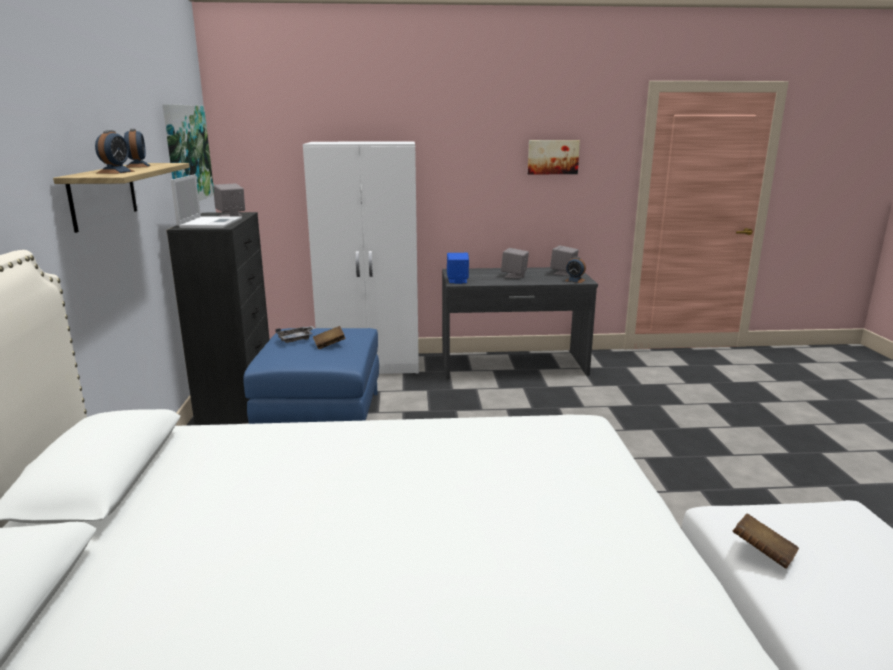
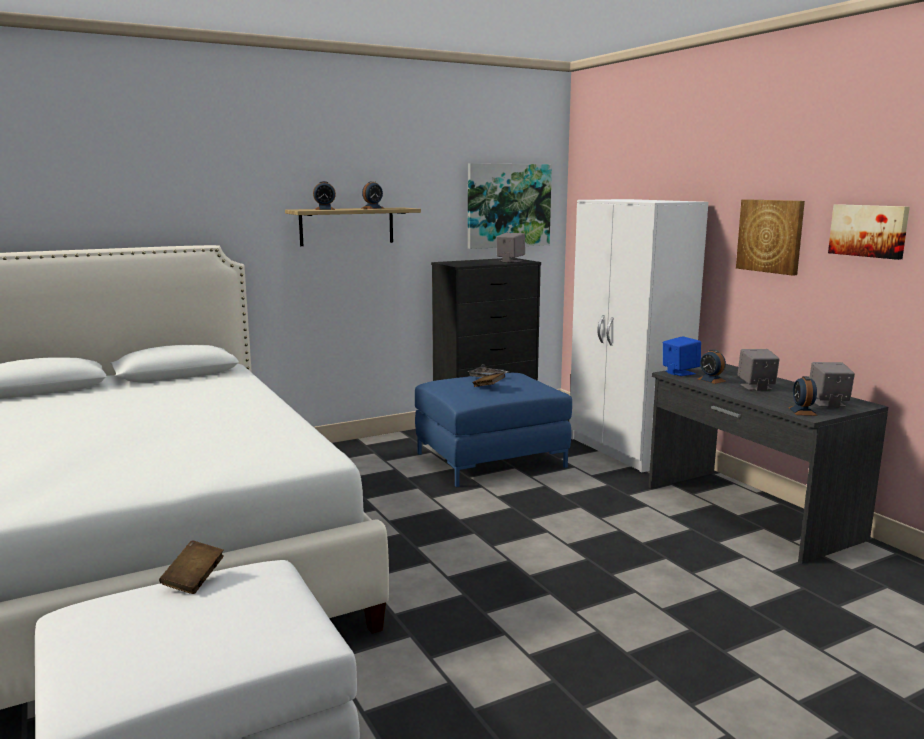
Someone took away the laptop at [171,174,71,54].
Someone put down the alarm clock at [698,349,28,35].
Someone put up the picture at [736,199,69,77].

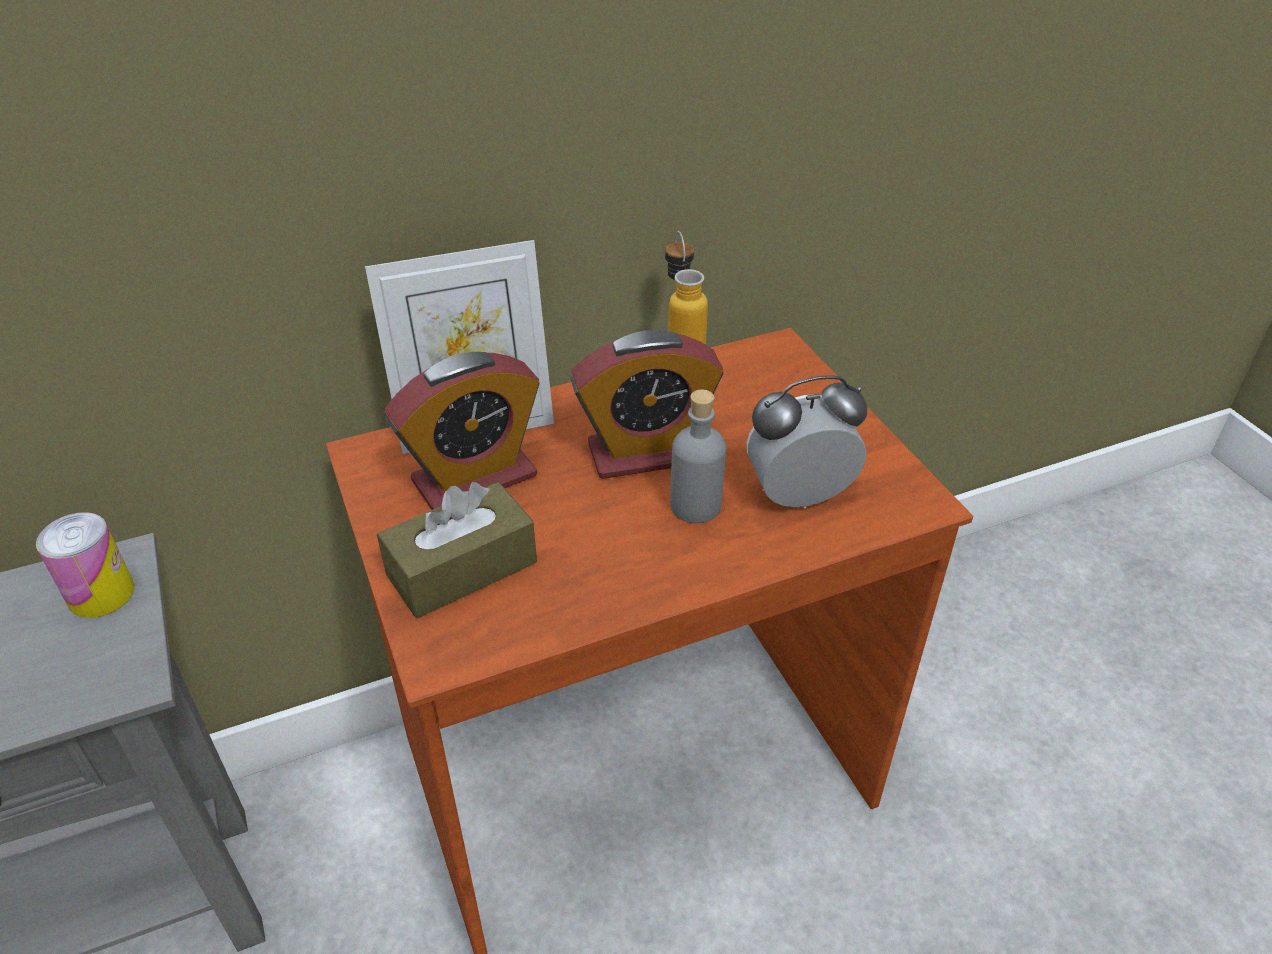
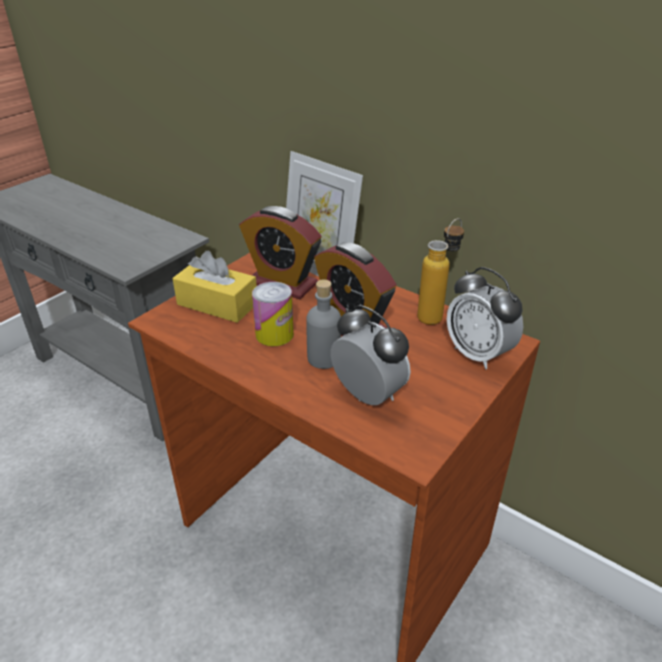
Someone put down the alarm clock at [447,267,76,102].
Someone carried the can from [36,512,98,106] to [252,282,42,64].
Someone repainted the brown tissue box at [377,482,160,136], which became the yellow tissue box at [172,251,85,72].

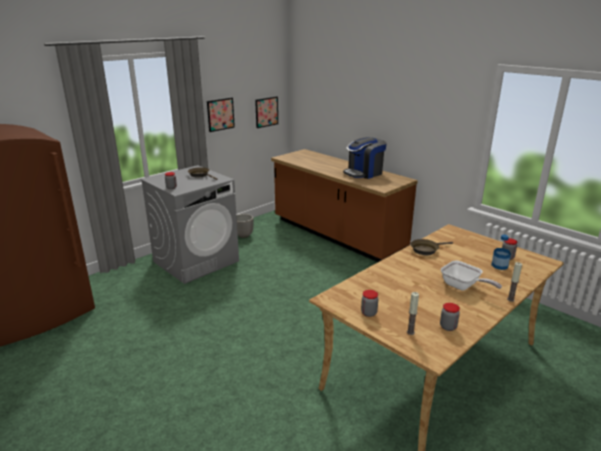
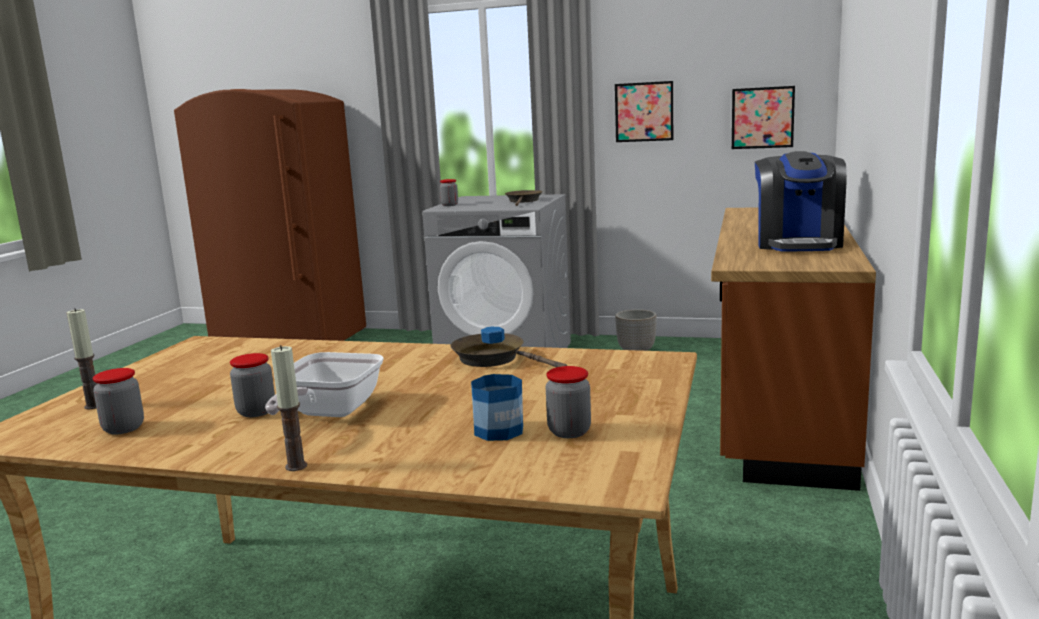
Someone carried the jar from [361,290,17,27] to [230,353,45,64].
Someone rotated the coffee machine at [343,137,44,42] by 105 degrees counterclockwise.

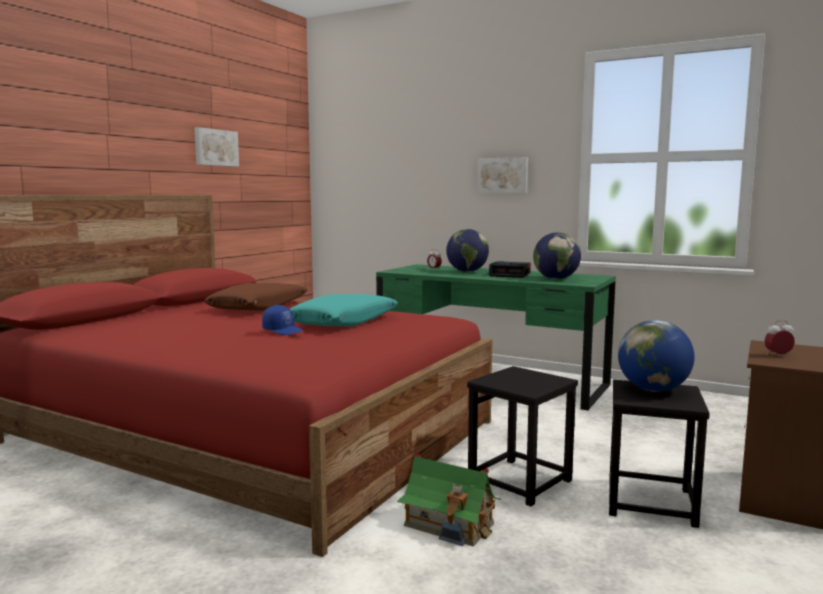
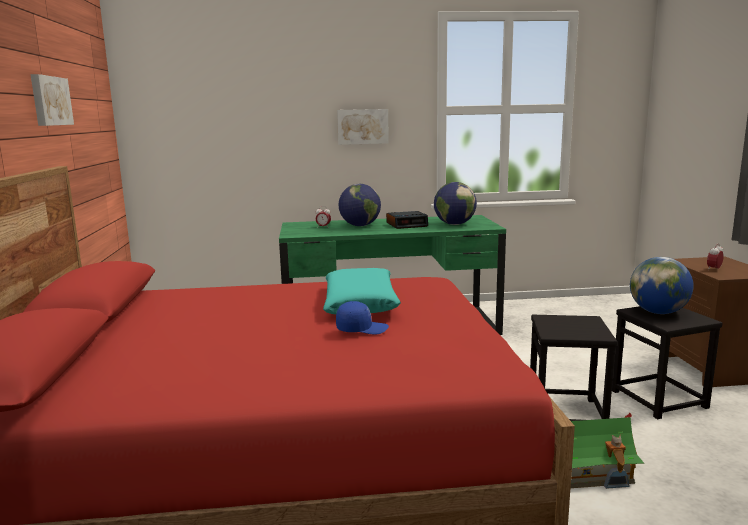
Someone took away the brown pillow at [204,283,103,28].

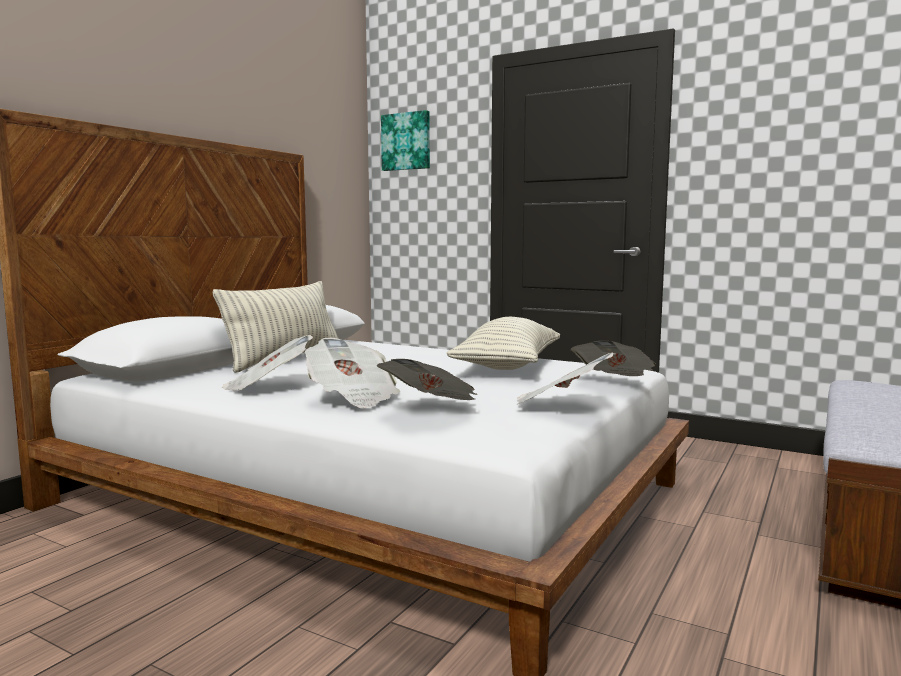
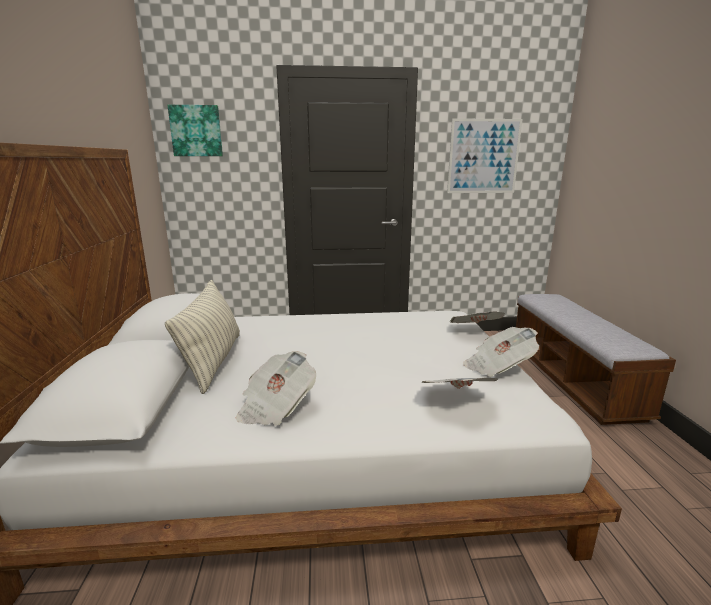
Someone took away the newspaper at [305,337,95,71].
Someone took away the pillow at [447,317,113,53].
Someone put up the picture at [447,118,75,75].

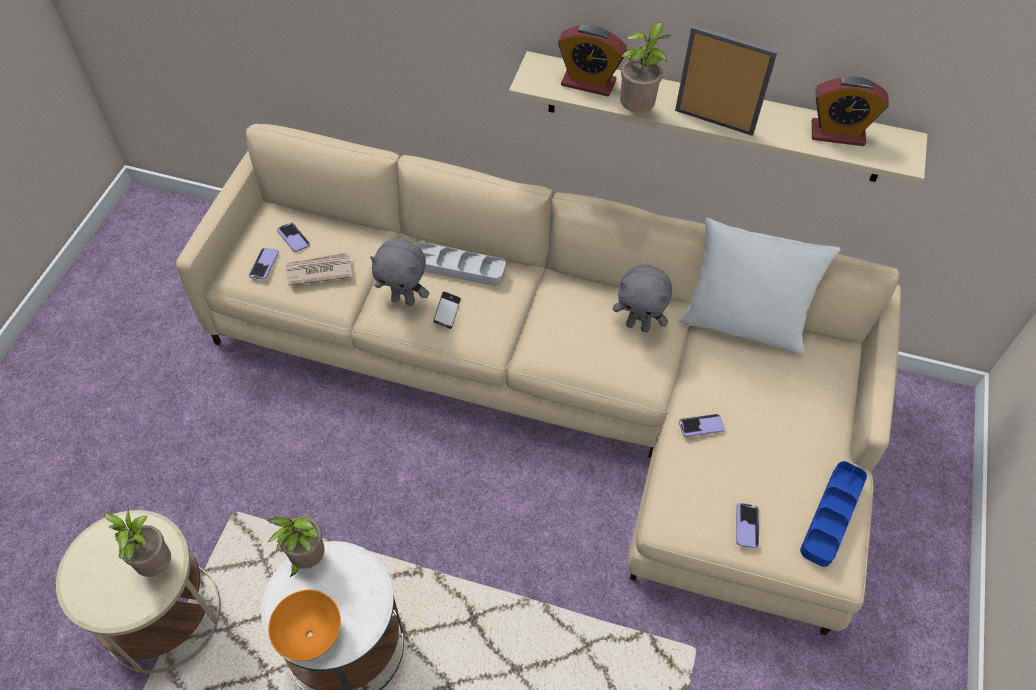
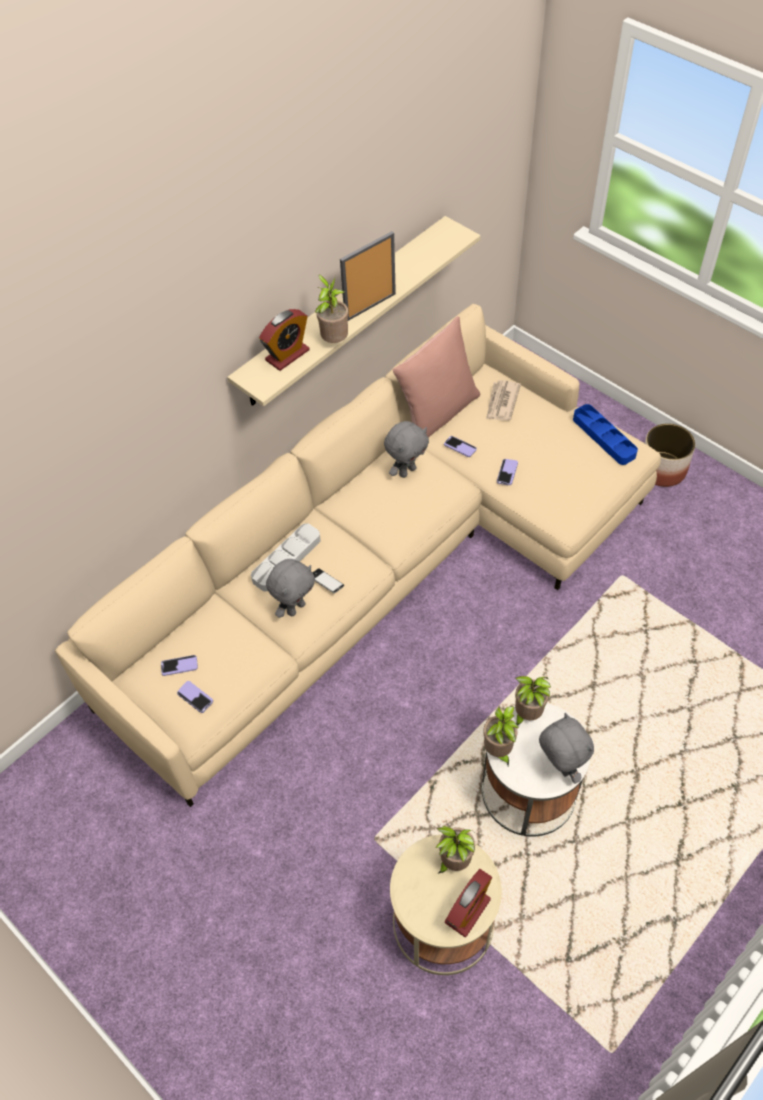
Someone put down the potted plant at [515,676,36,49].
Someone put down the planter at [645,423,50,64].
Someone carried the newspaper from [286,252,66,34] to [486,380,35,41].
Someone carried the phone from [736,503,23,45] to [444,436,33,21].
Someone carried the alarm clock from [812,77,77,69] to [445,869,47,68].
Someone swapped the orange bowl at [268,590,73,71] for the grey plush toy at [539,713,55,71].
Someone repainted the white pillow at [679,218,161,137], which became the pink pillow at [393,316,87,122].

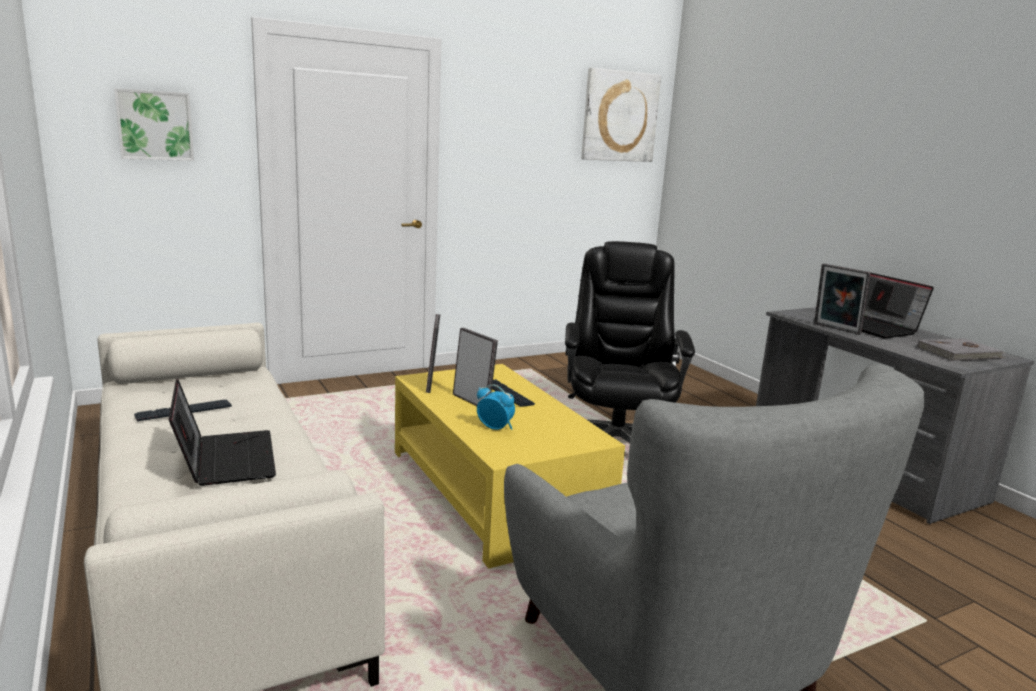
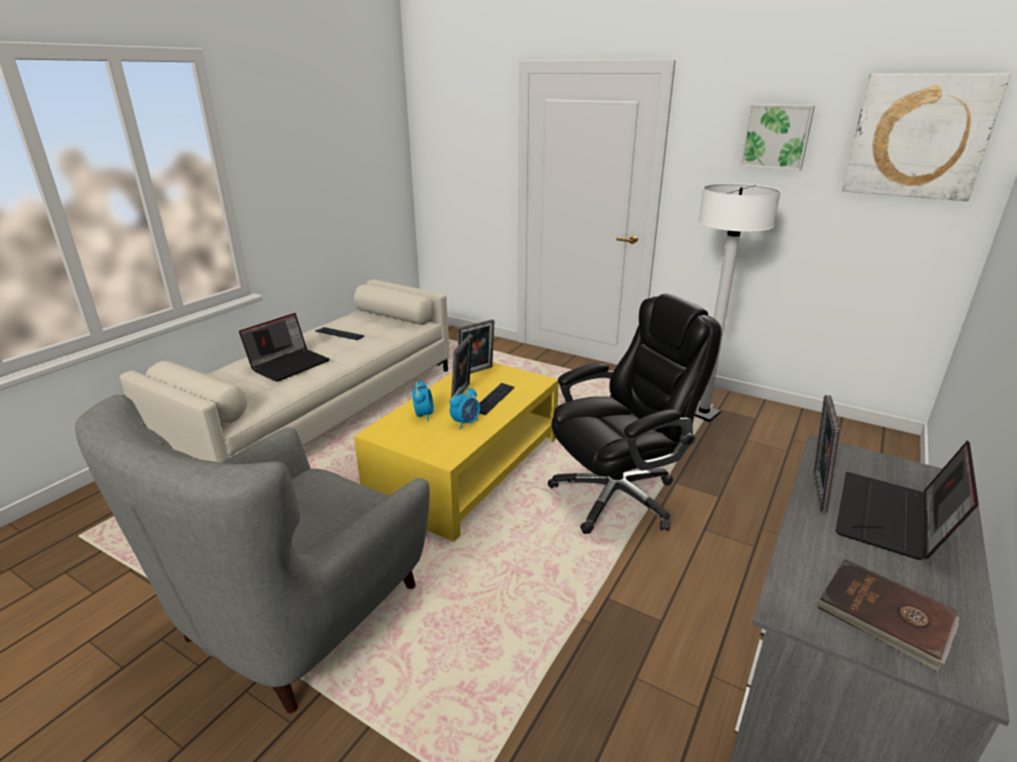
Someone put down the alarm clock at [450,387,30,42].
Someone put down the white floor lamp at [694,183,87,239].
Someone carried the picture from [114,88,80,73] to [739,104,76,67].
Someone repainted the grey book at [917,339,89,22], which became the brown book at [816,559,143,112].

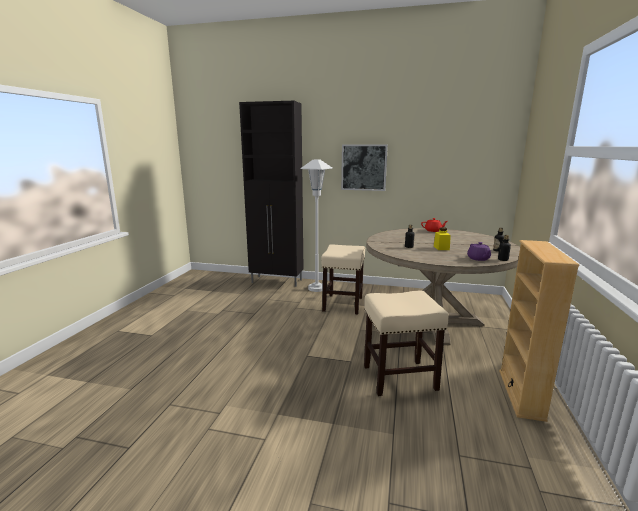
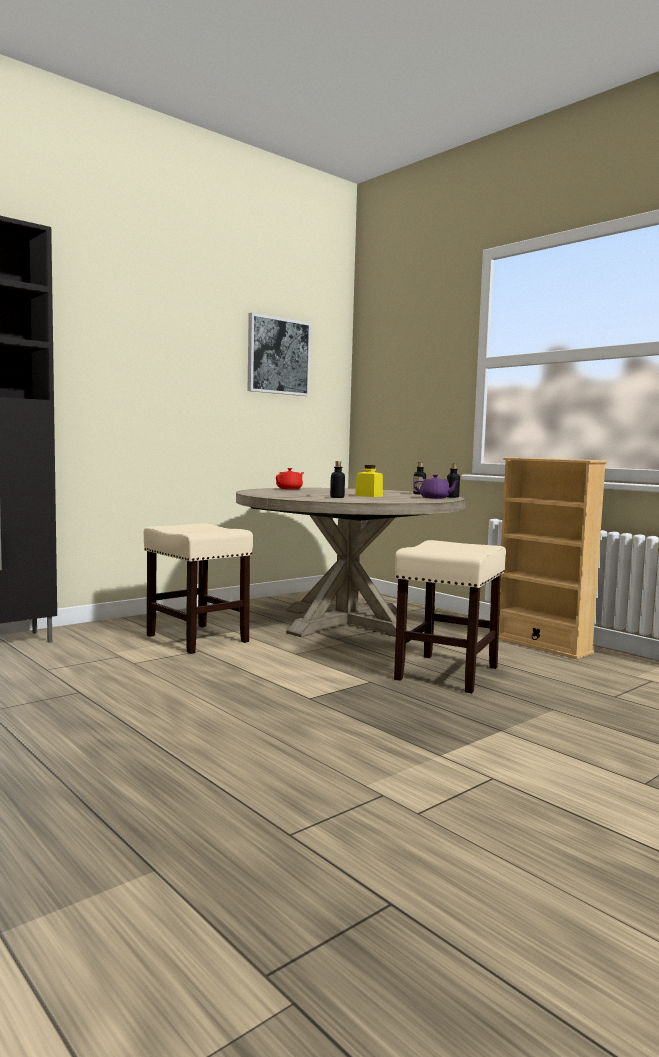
Someone took away the white floor lamp at [300,159,32,133].
Someone carried the picture from [341,144,47,47] to [248,313,63,83].

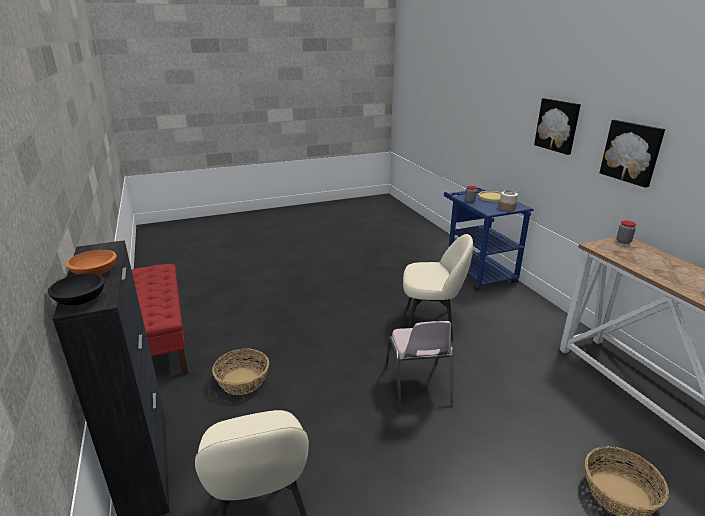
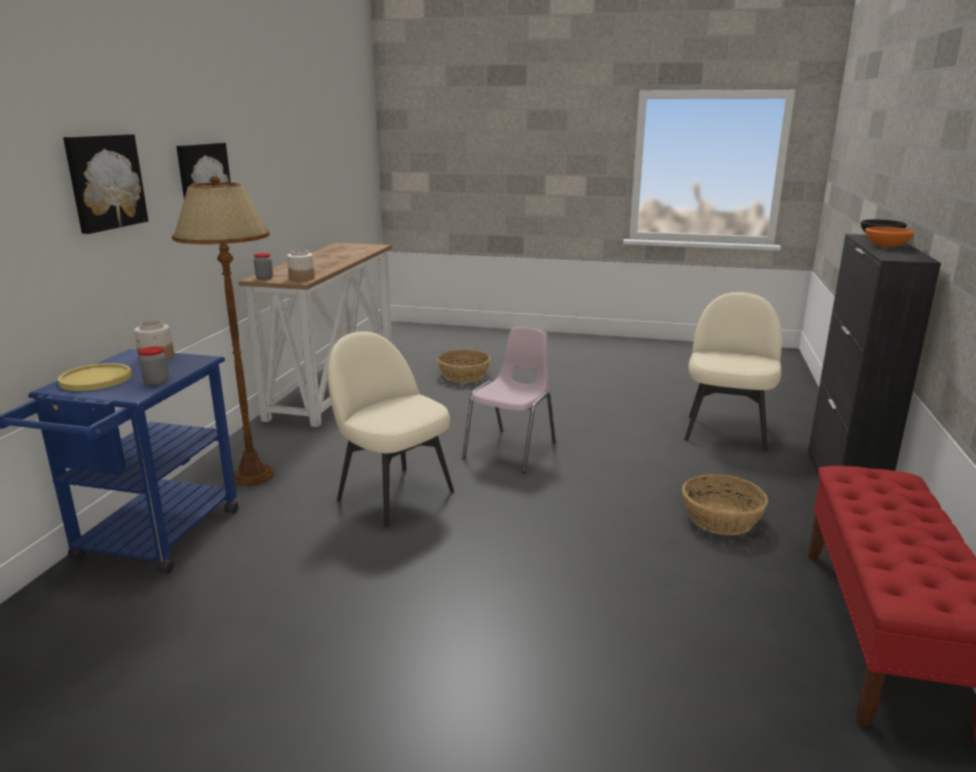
Someone put down the brown floor lamp at [172,176,102,310].
Someone put down the jar at [287,250,28,31].

